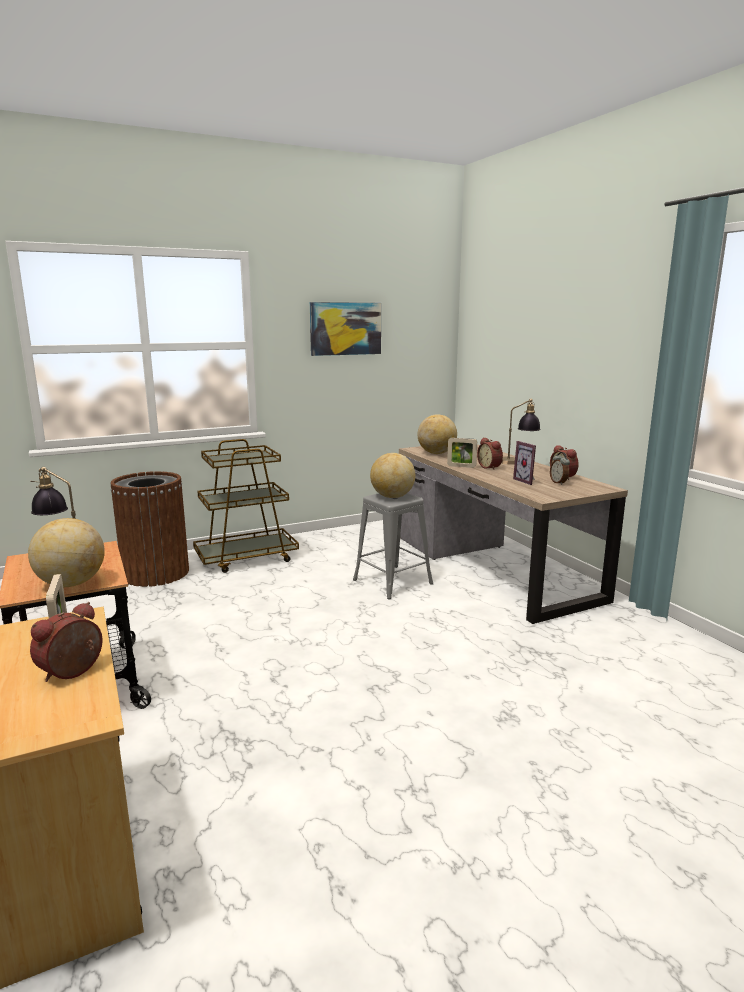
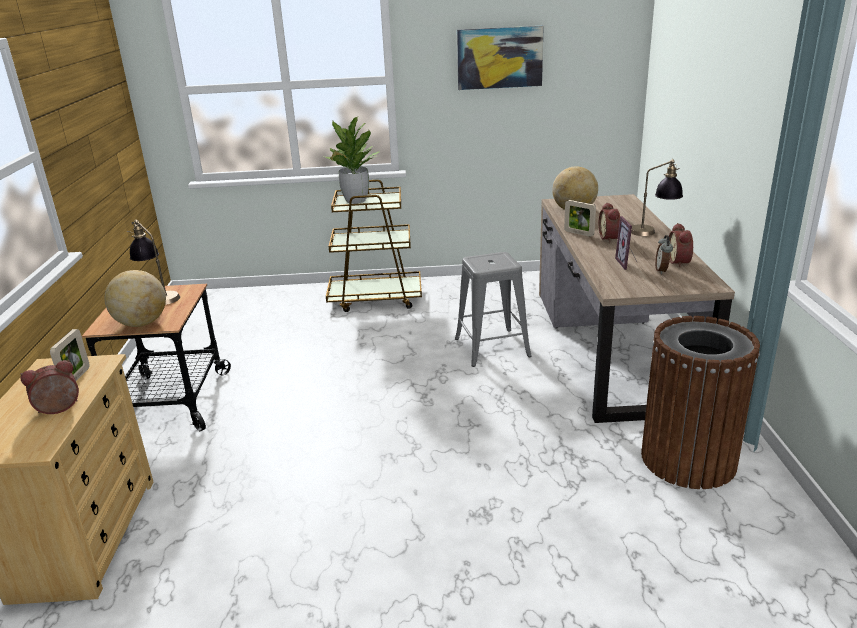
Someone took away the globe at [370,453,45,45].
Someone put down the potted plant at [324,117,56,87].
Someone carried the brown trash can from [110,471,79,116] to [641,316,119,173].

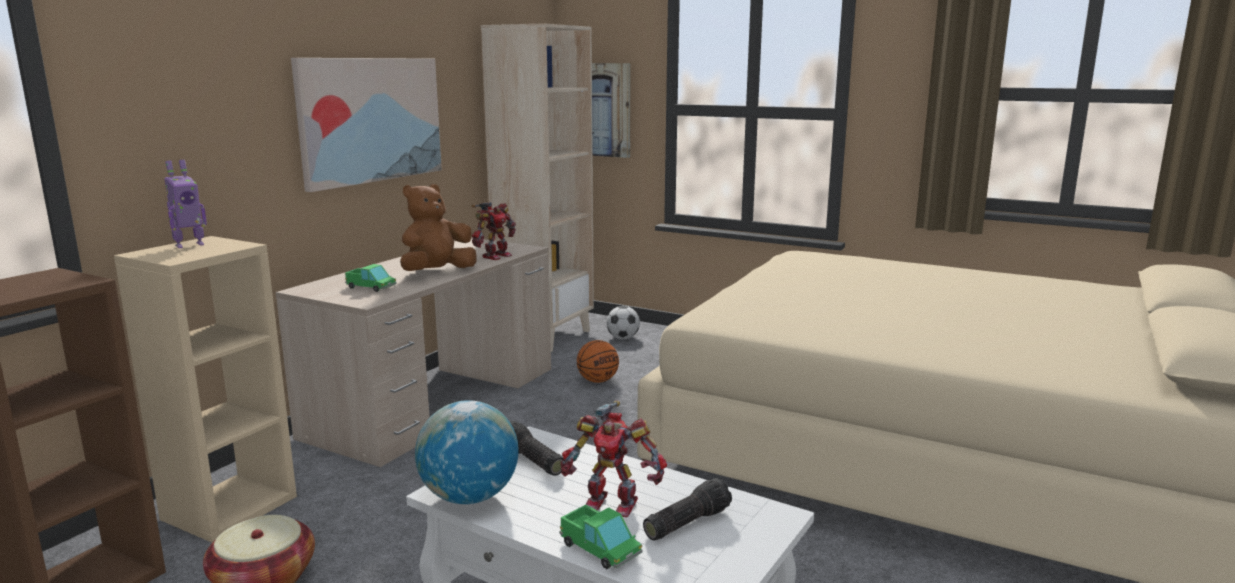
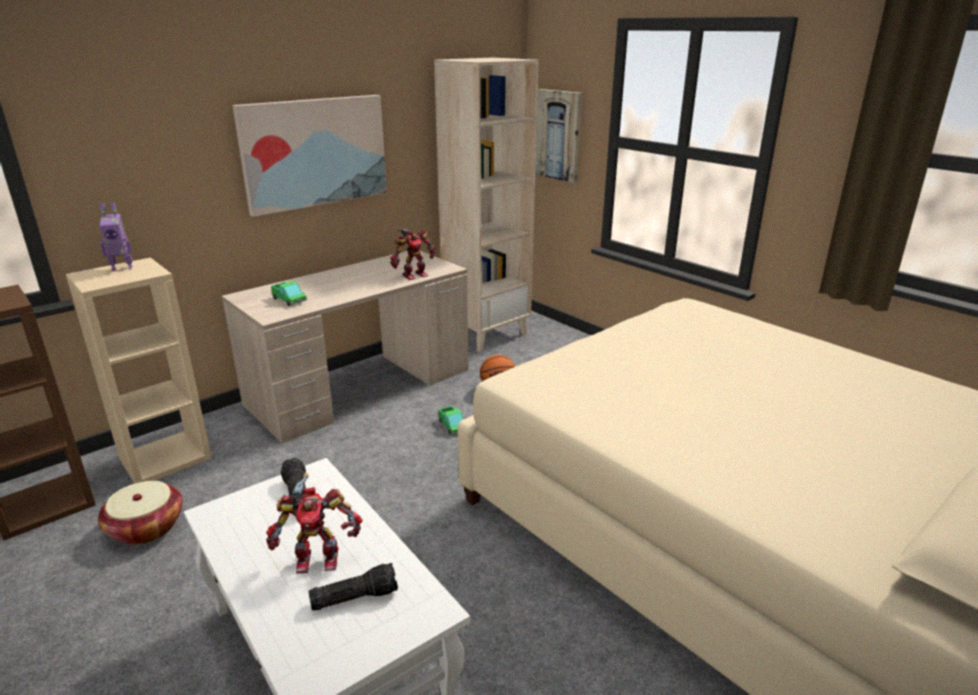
Someone took away the brown plush toy at [401,184,75,87].
Someone took away the globe at [415,400,104,104].
Someone took away the football at [606,306,34,33].
Someone carried the toy truck from [560,505,83,64] to [438,406,25,28].
Someone rotated the toy robot at [561,401,106,116] by 45 degrees counterclockwise.

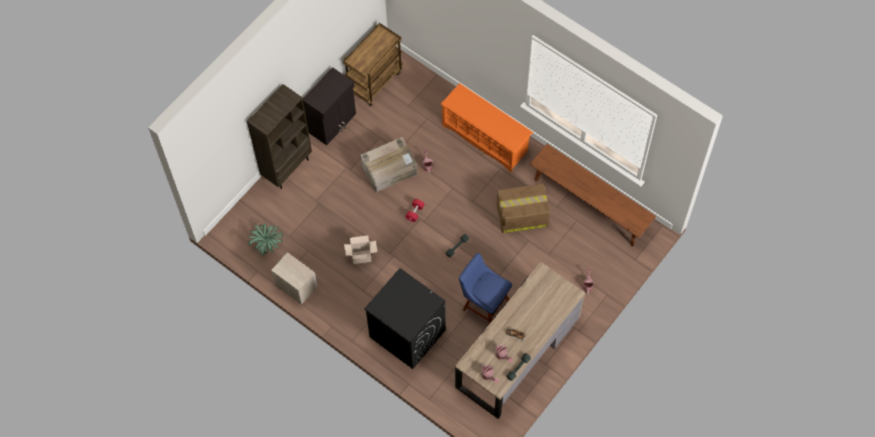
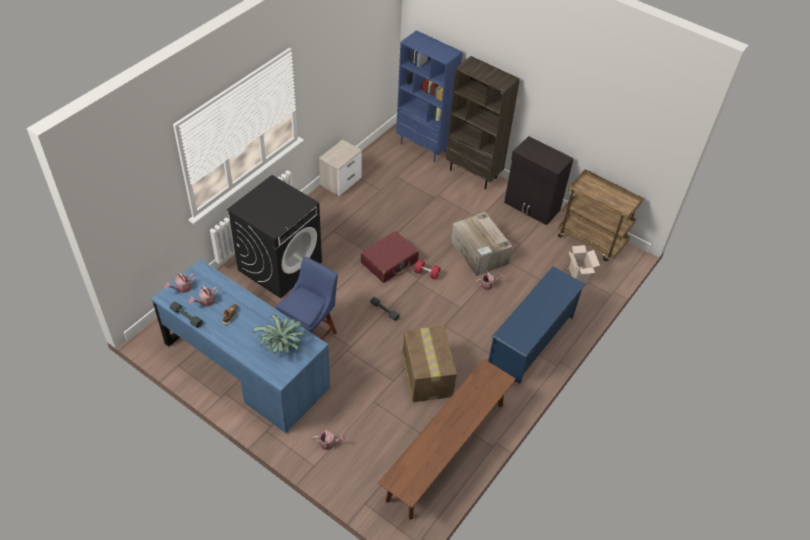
Someone put down the red suitcase at [360,231,59,52].
Someone put down the blue bookcase at [396,30,67,132].
Someone carried the potted plant from [248,223,35,33] to [252,314,53,40].
Someone carried the cardboard box from [344,235,33,29] to [568,245,32,38].
Someone repainted the orange shoe rack at [440,83,93,89], which became the blue shoe rack at [488,266,98,118].
Someone repainted the brown desk at [455,262,130,157], which became the blue desk at [151,259,179,174].

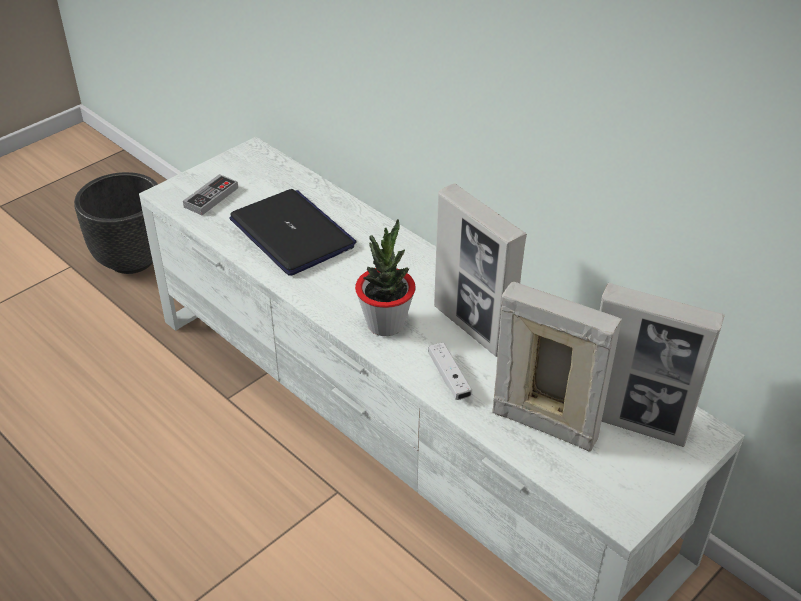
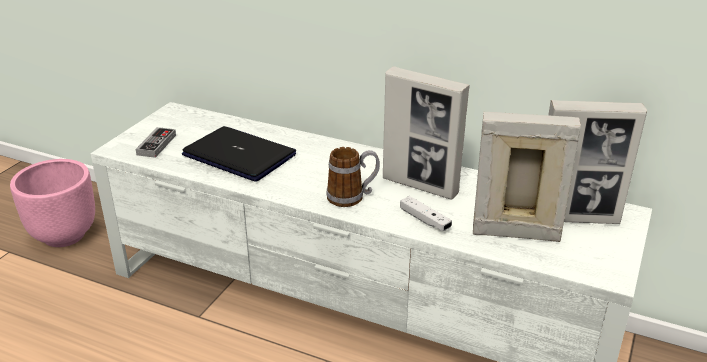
Someone swapped the potted plant at [355,219,61,117] for the mug at [326,147,54,60].
Someone repainted the black planter at [74,172,84,102], which became the pink planter at [10,159,85,88].

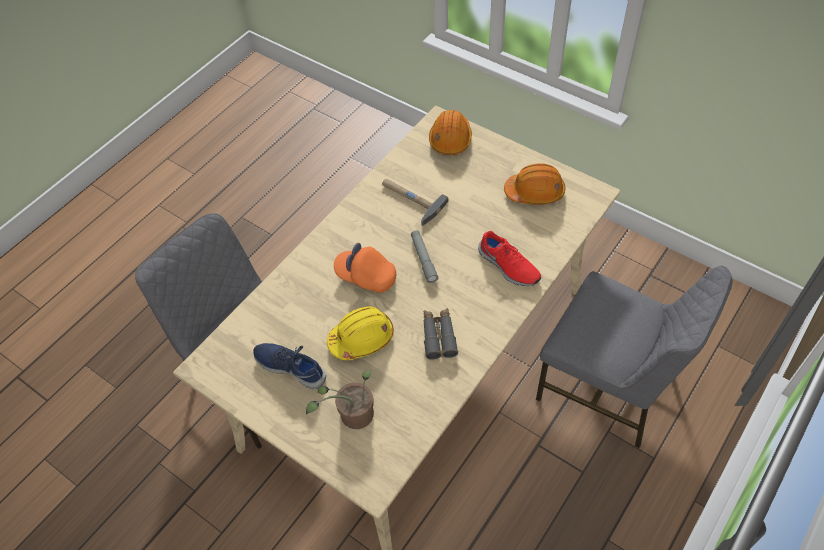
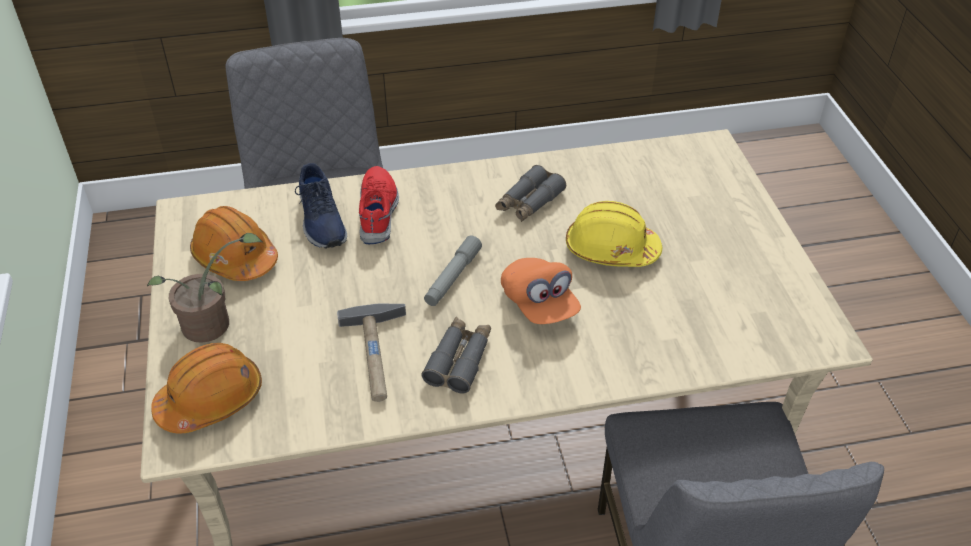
Someone put down the grey binoculars at [421,317,70,77].
Someone carried the blue shoe from [253,343,73,46] to [295,163,52,86].
Someone carried the potted plant from [306,370,68,59] to [147,233,116,110].

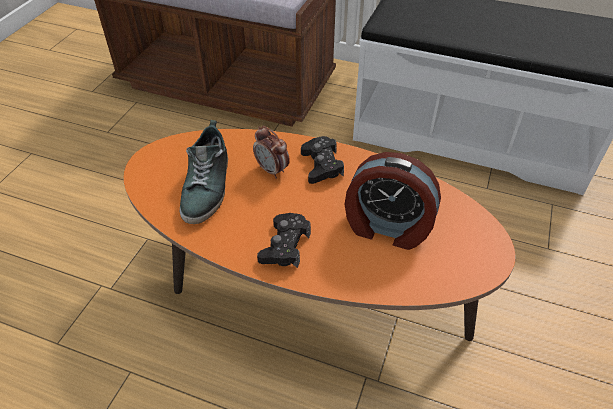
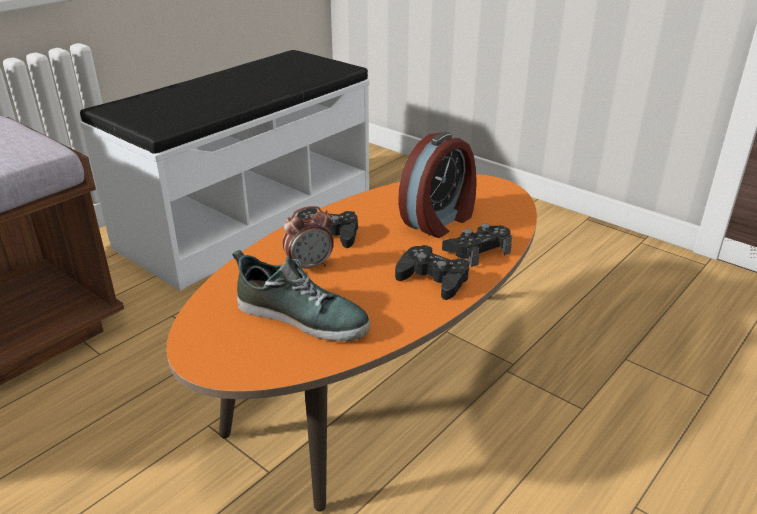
Someone put down the black game controller at [442,223,70,44].

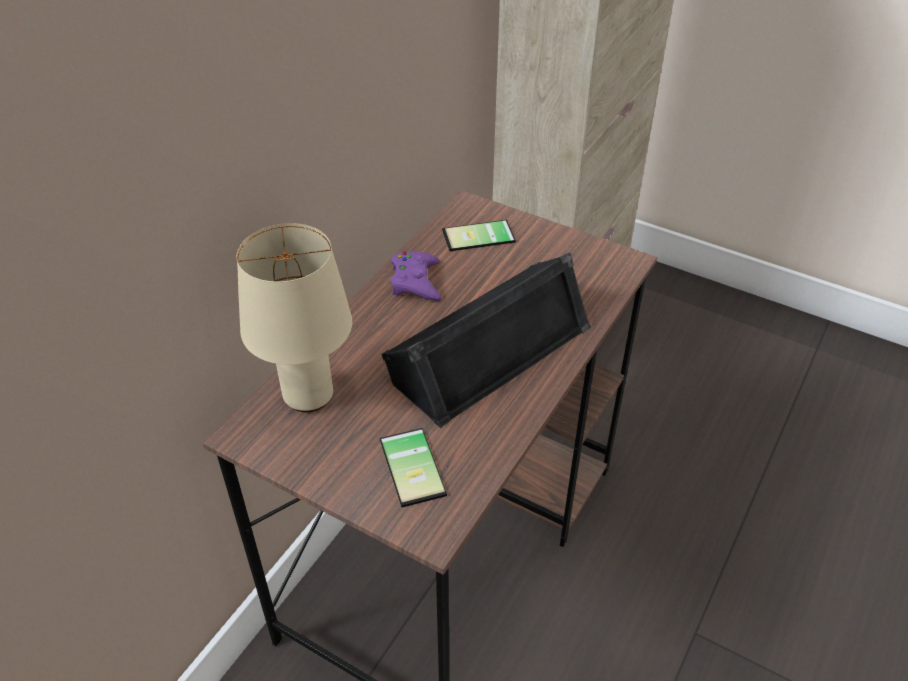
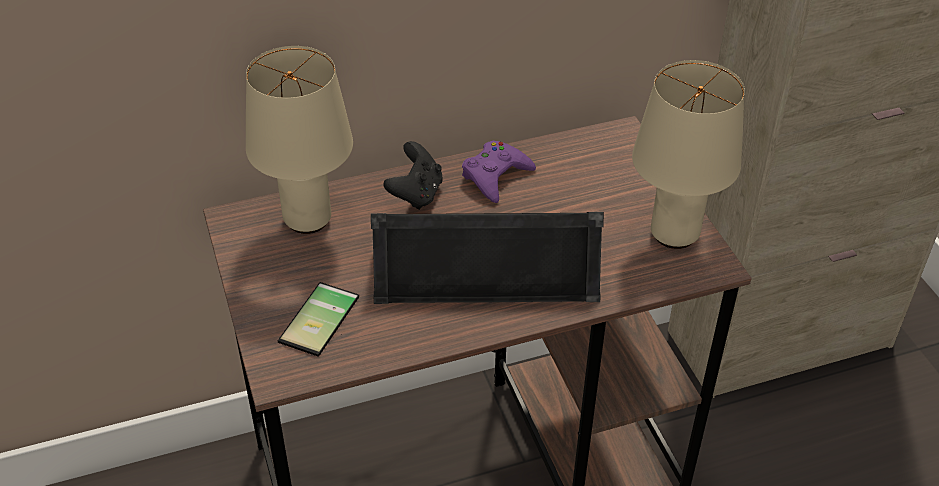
Someone took away the phone at [442,220,74,31].
Someone put down the black game controller at [383,141,60,69].
Someone put down the beige table lamp at [632,60,113,189].

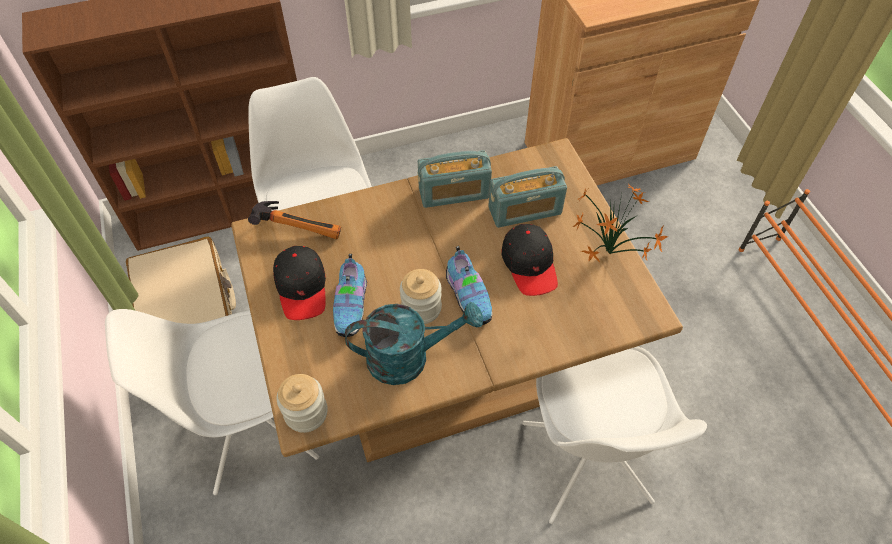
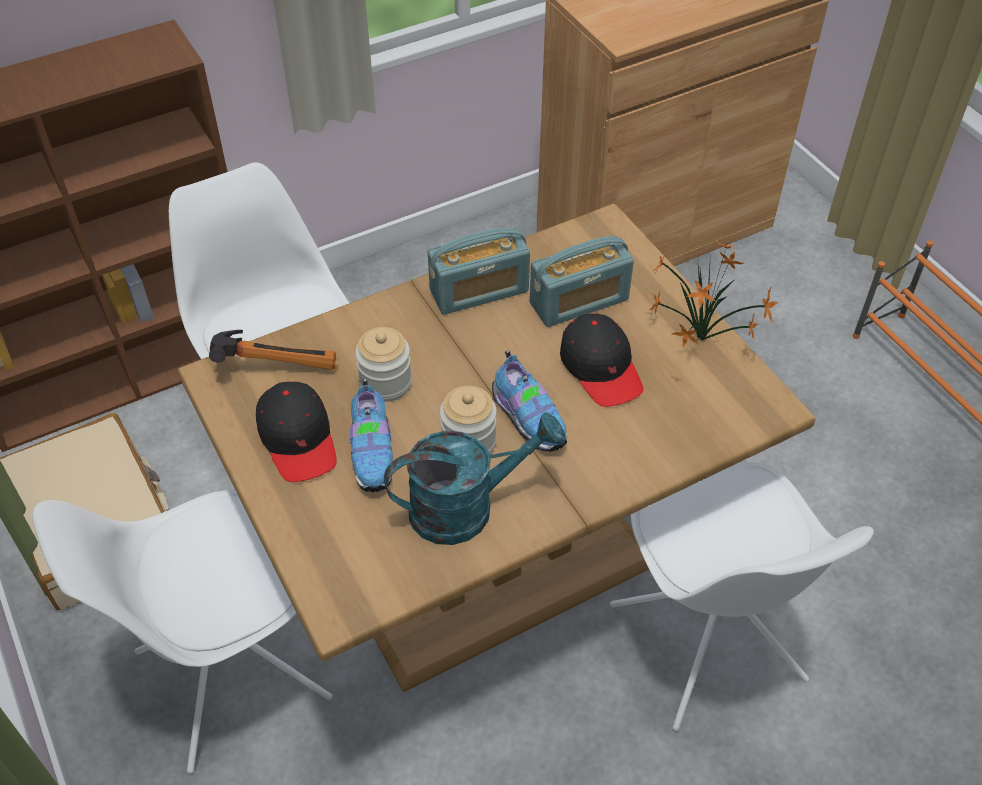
Someone carried the jar from [277,374,51,59] to [355,327,57,75].

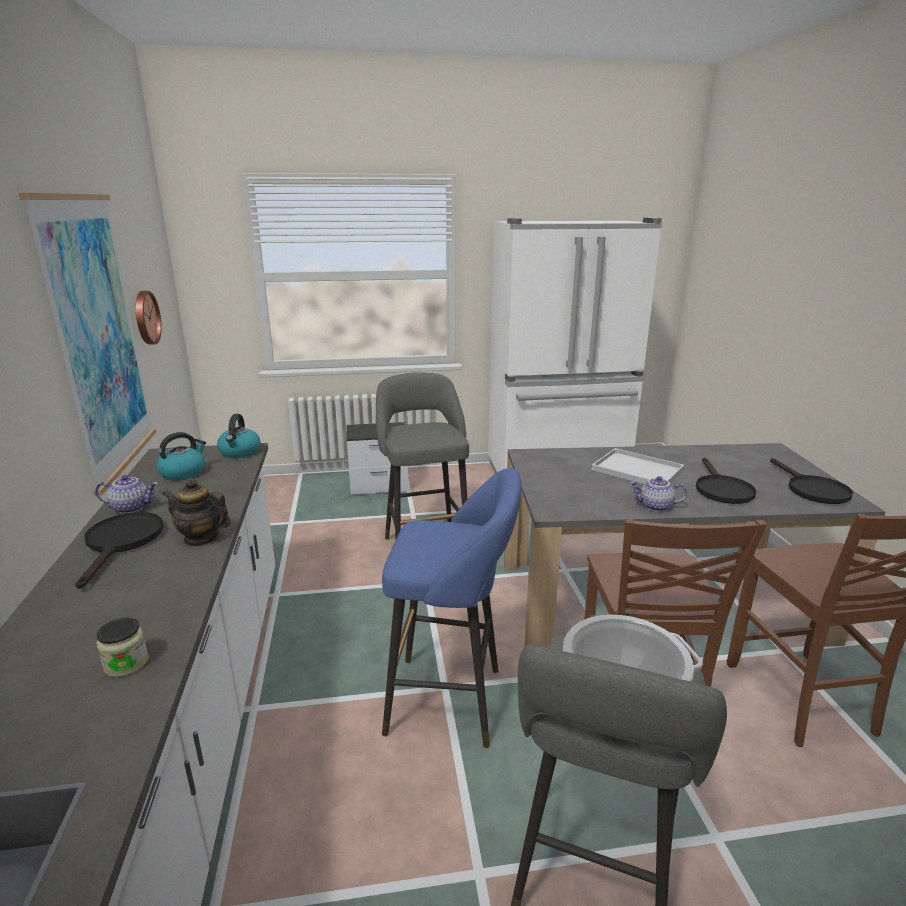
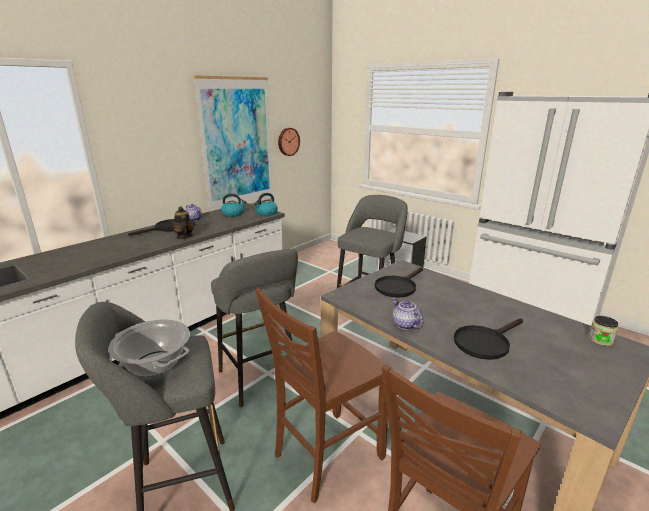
Someone took away the white tray at [591,448,93,36].
Someone carried the jar from [96,617,53,60] to [588,316,31,30].
Someone carried the black frying pan from [770,458,83,46] to [375,267,48,30].
Someone repainted the blue stool at [382,468,140,280], which became the grey stool at [211,249,87,158].

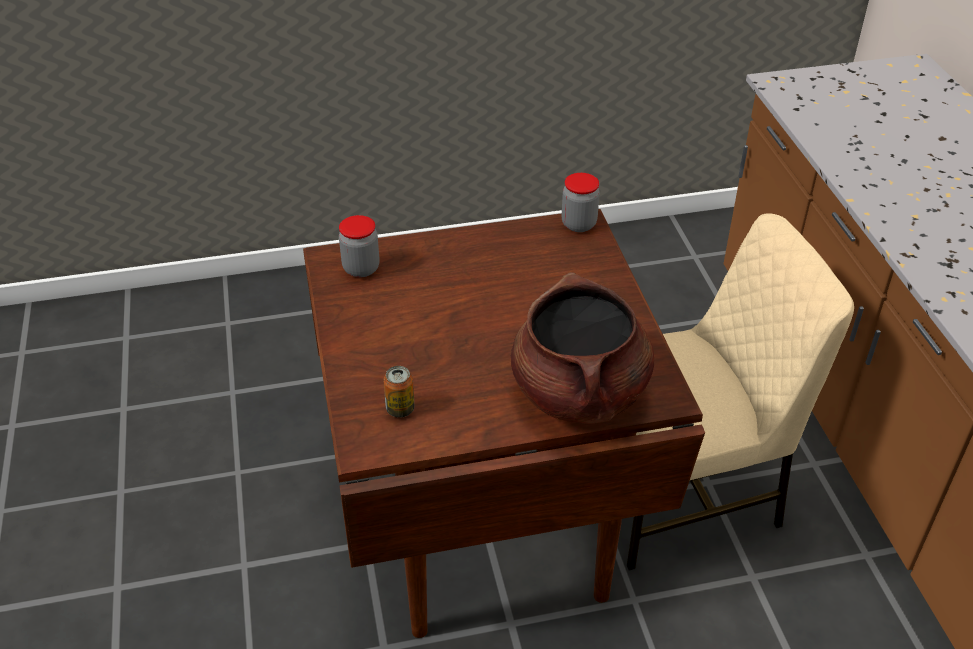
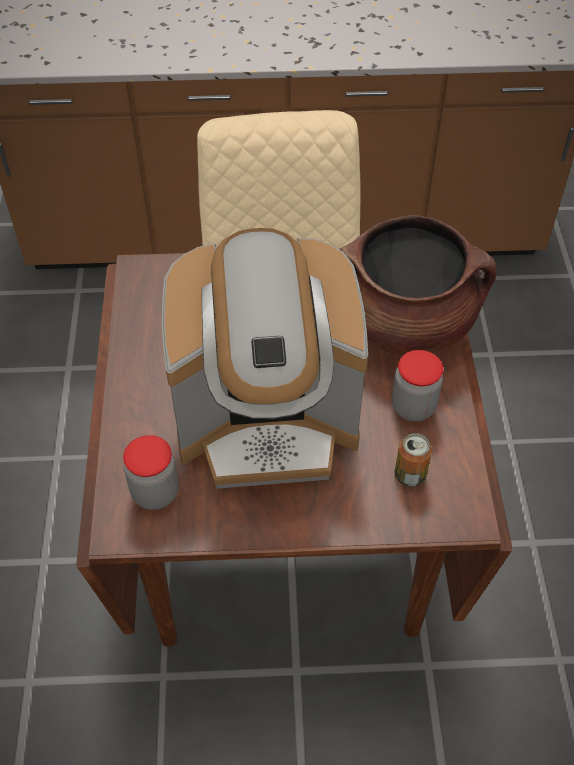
Someone put down the coffee machine at [162,228,206,261].
Someone carried the jar from [561,173,39,59] to [392,350,51,72].

